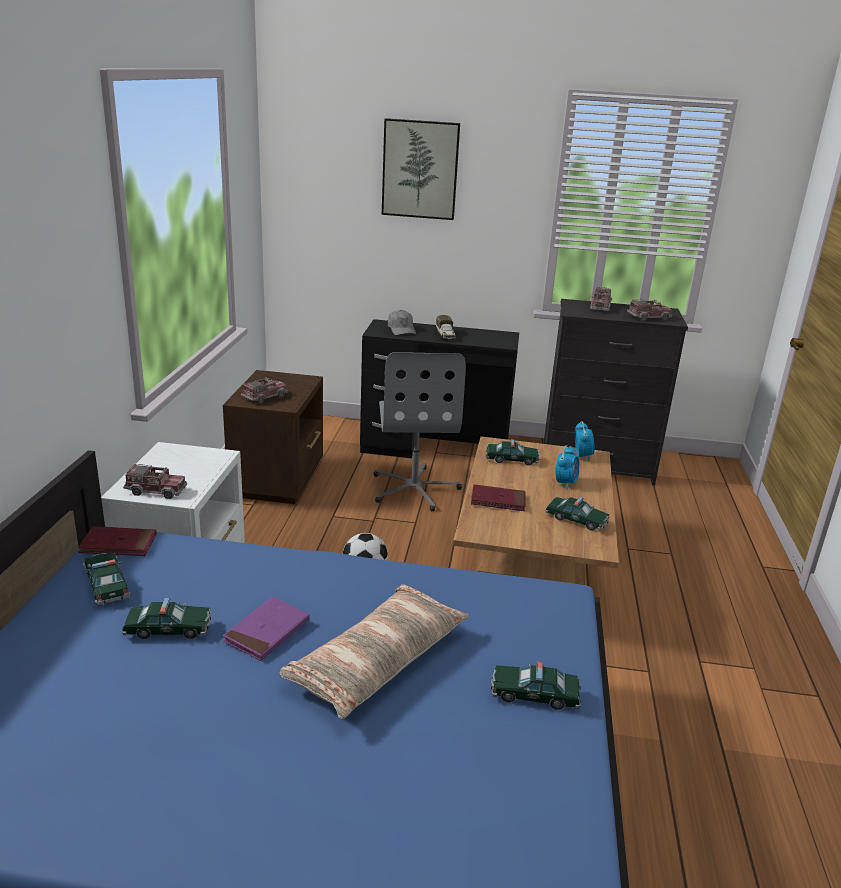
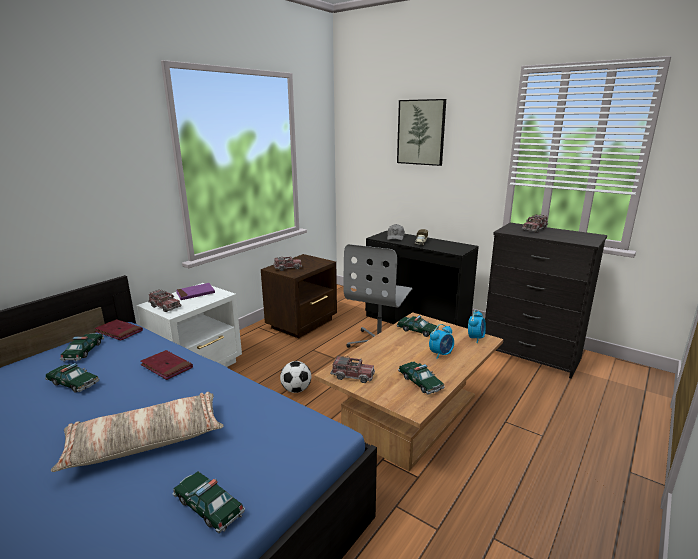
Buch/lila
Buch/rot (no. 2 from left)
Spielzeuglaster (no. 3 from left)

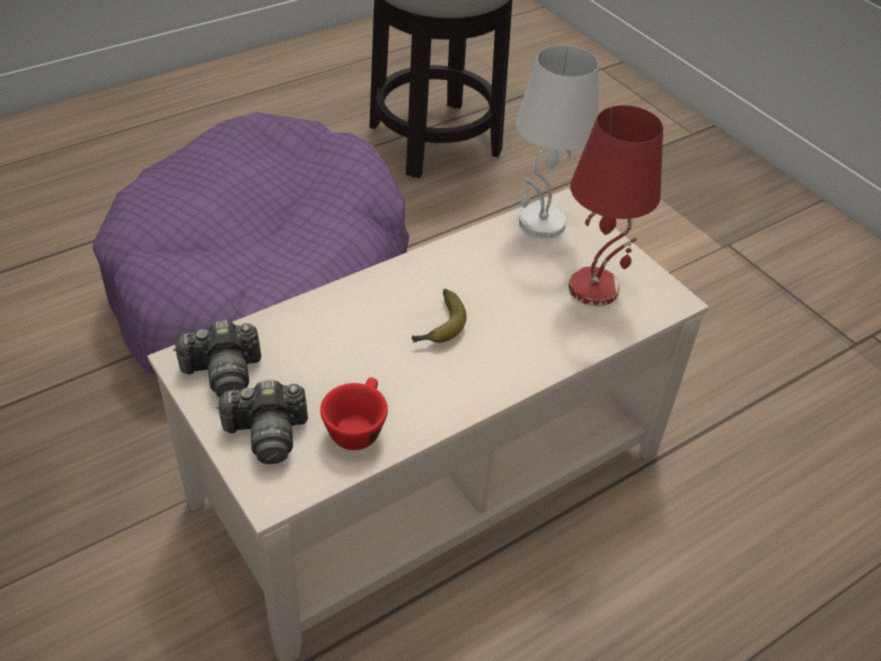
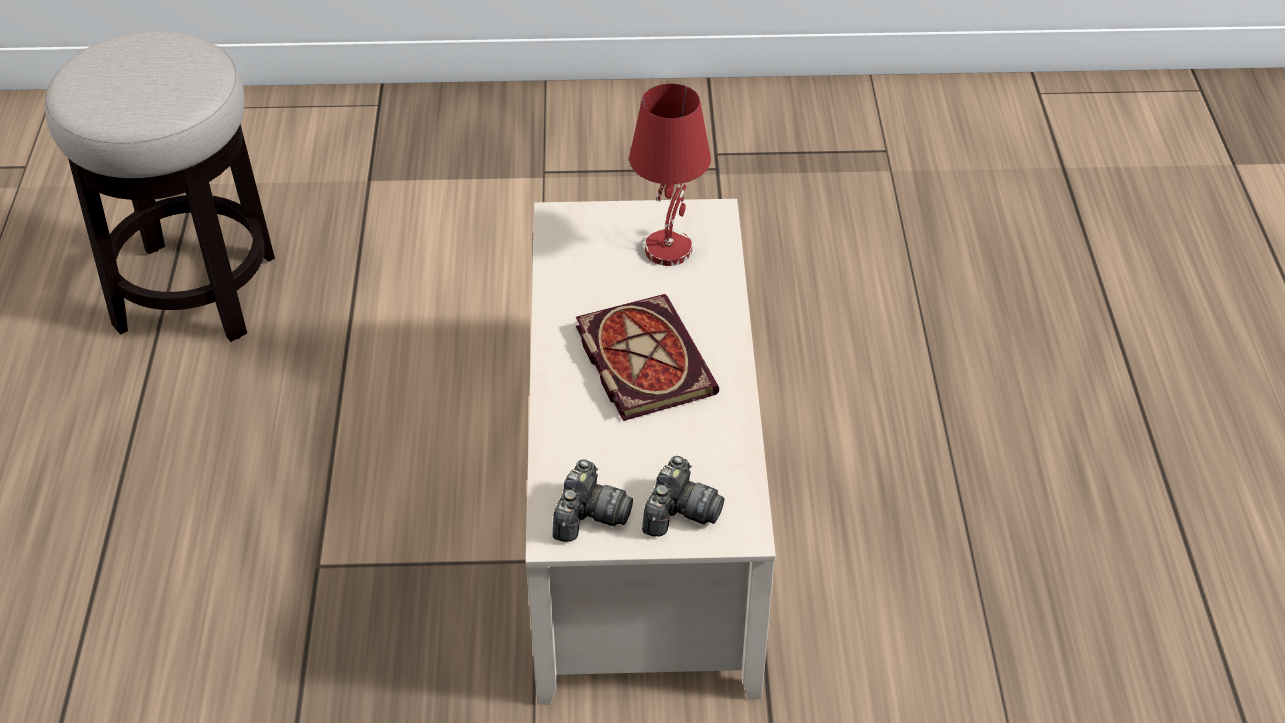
Hundebett/lila
Tasse/rot
Buch
Tischlampe/weiß

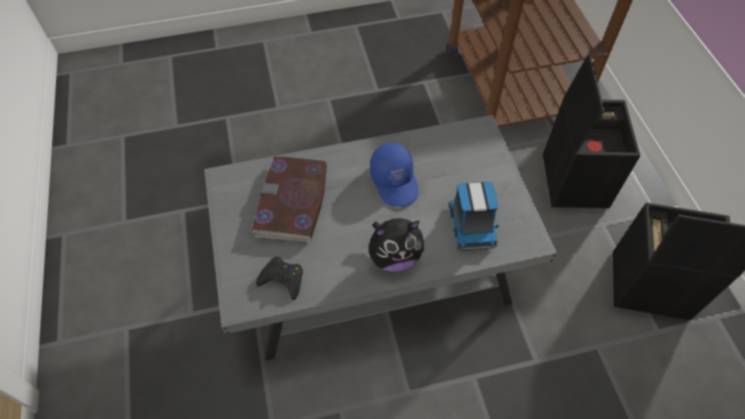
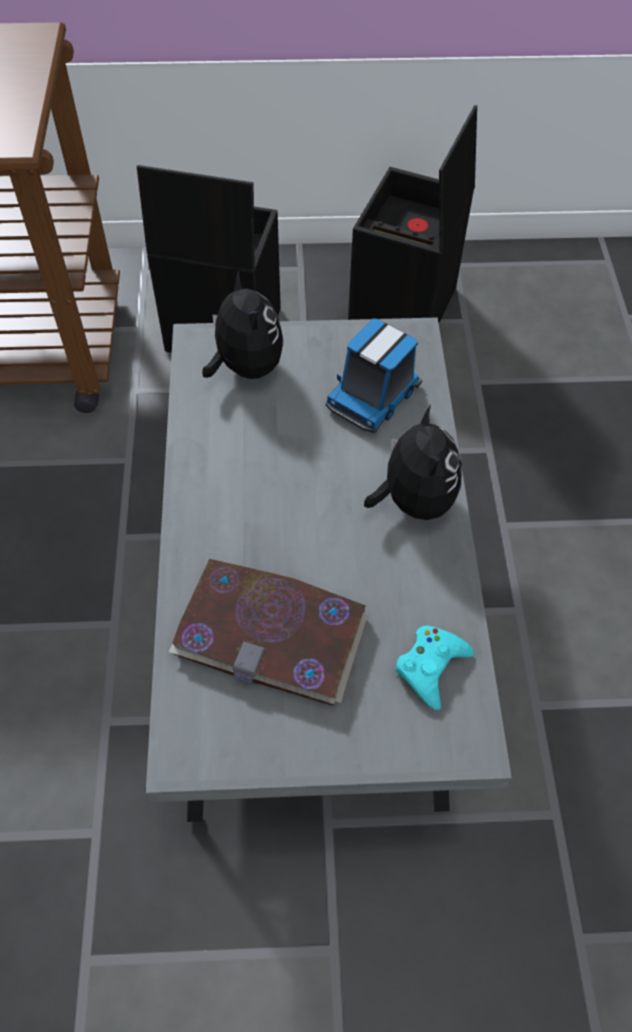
Gamepad/türkis
Kappe/blau
Spielzeuglaster
Plüschtier (no. 1 from left)

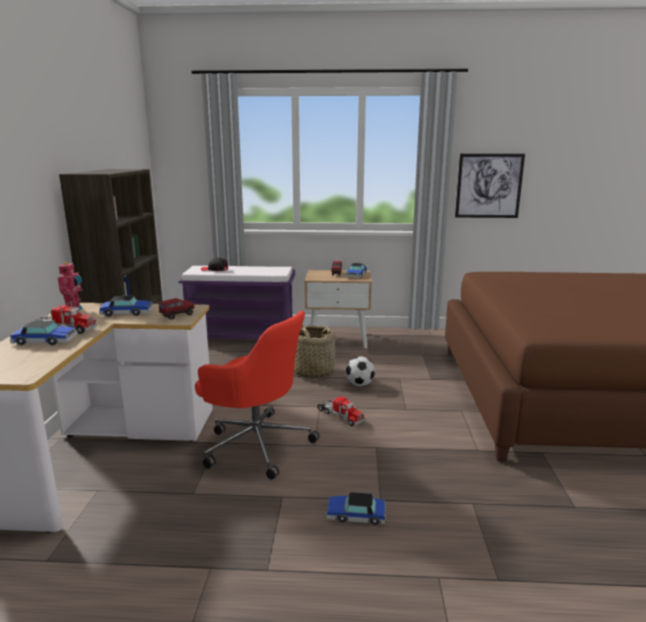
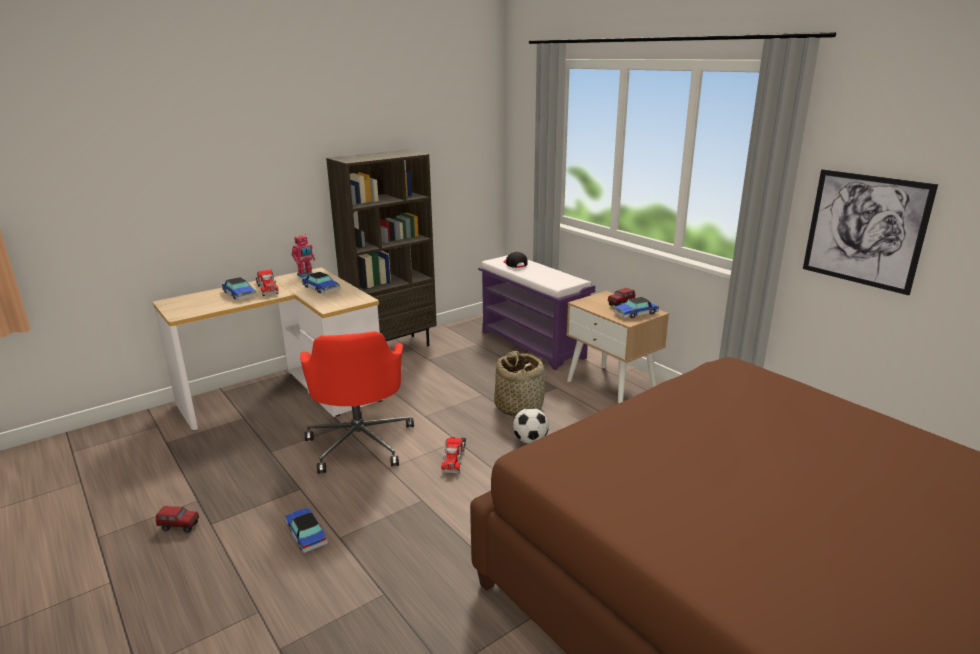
Spielzeuglaster (no. 1 from left)

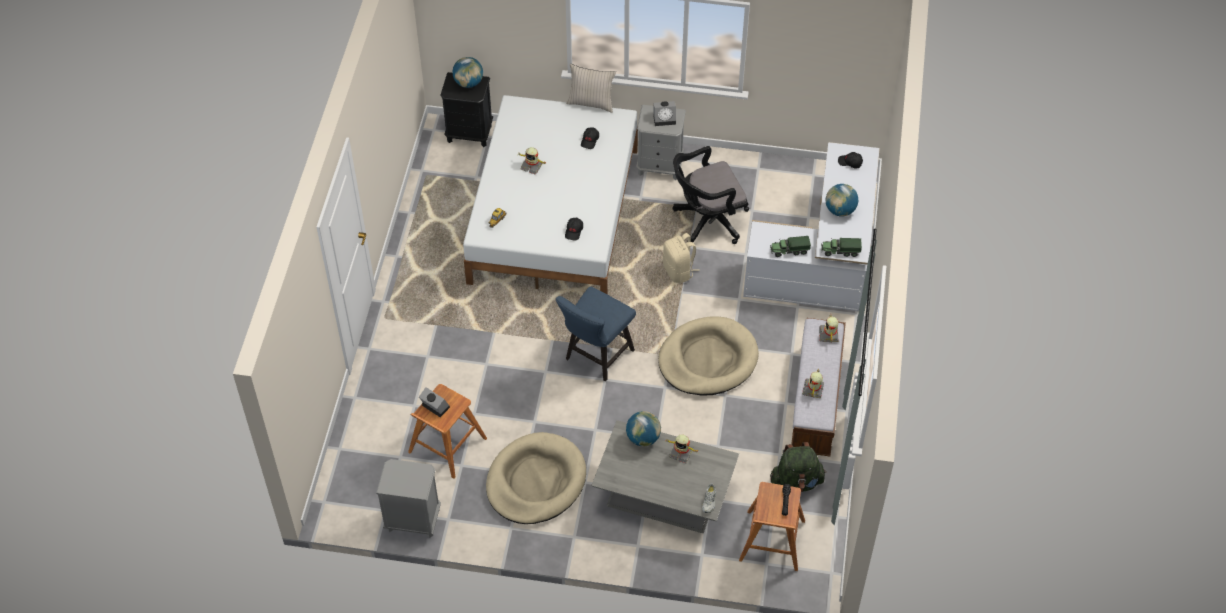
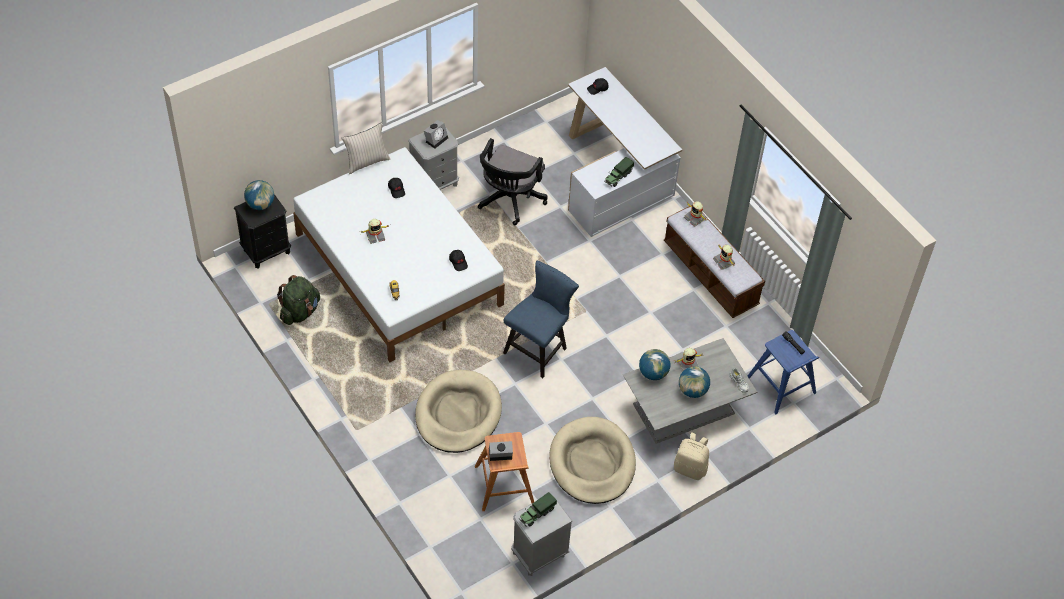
Stuhl/blau
Hundebett/beige (no. 1 from left)
Rucksack/beige
Hocker/blau
Rucksack/grün
Spielzeuglaster (no. 1 from left)
Globus (no. 3 from left)

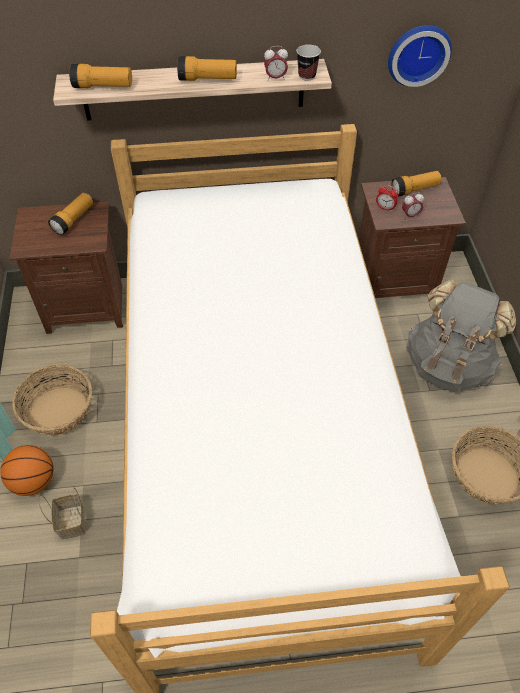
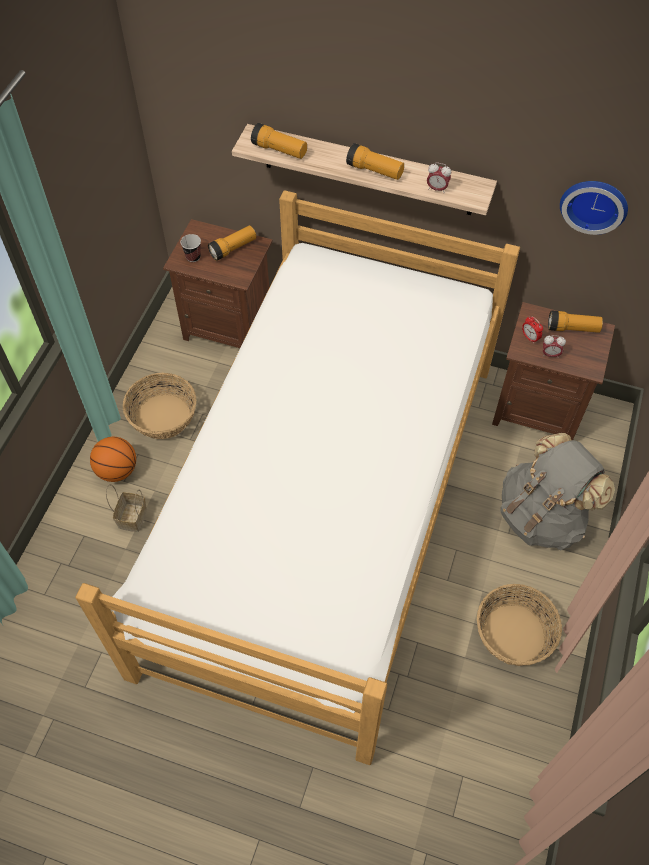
Tasse

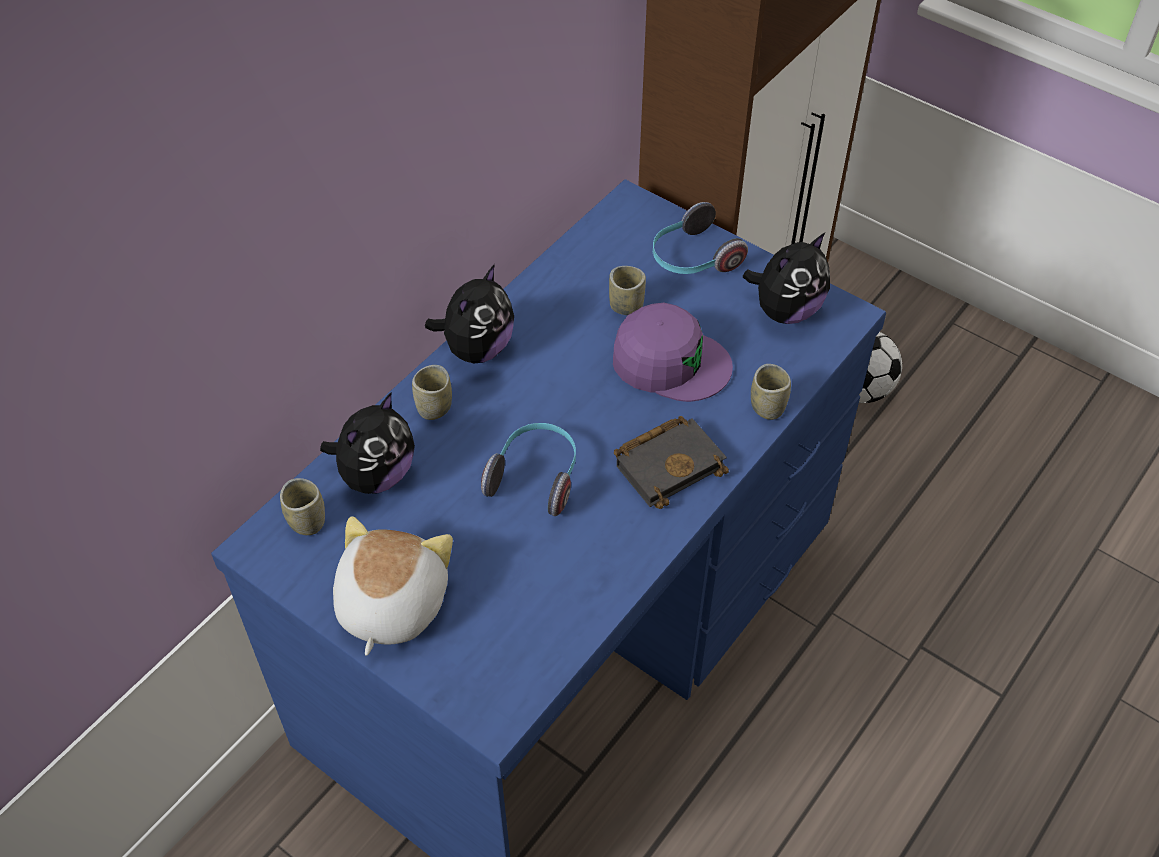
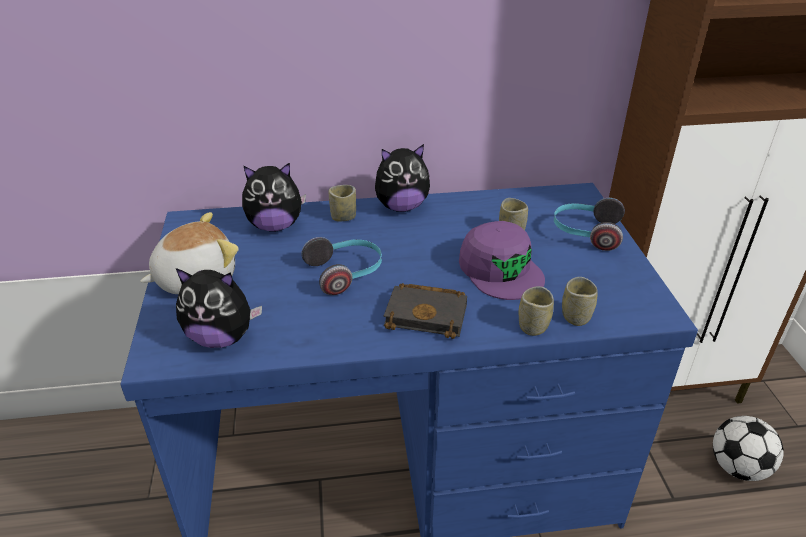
Tasse (no. 4 from left)
Plüschtier (no. 2 from left)

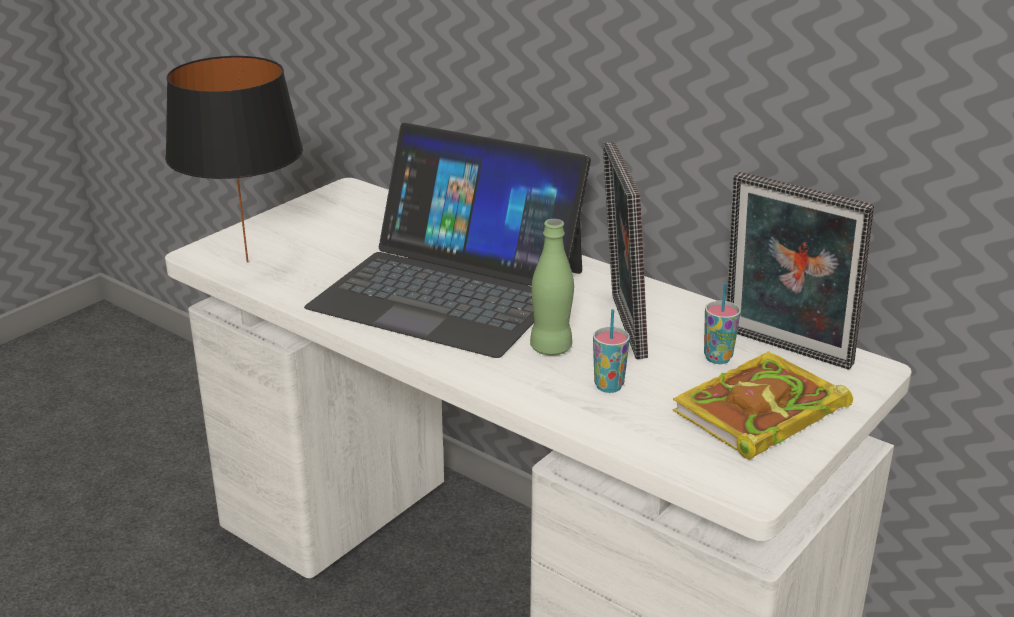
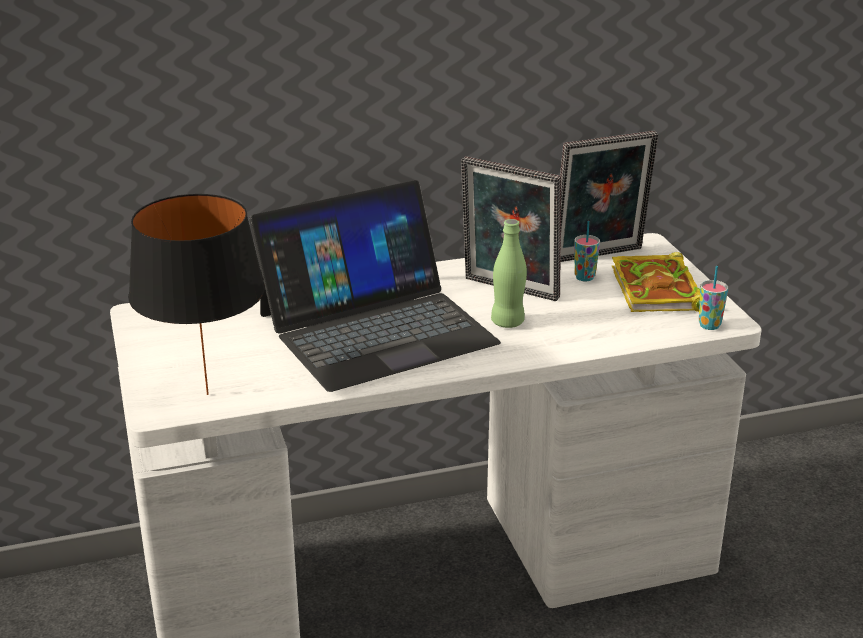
Tasse (no. 2 from left)

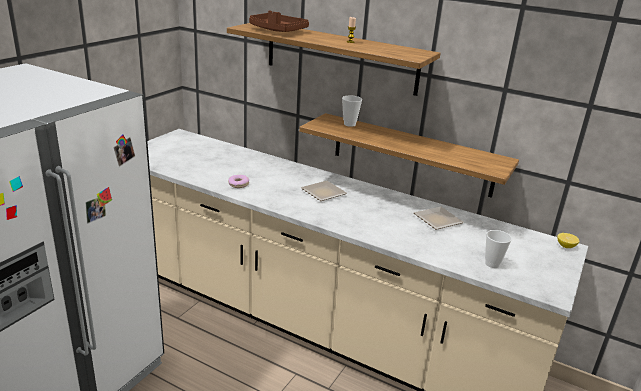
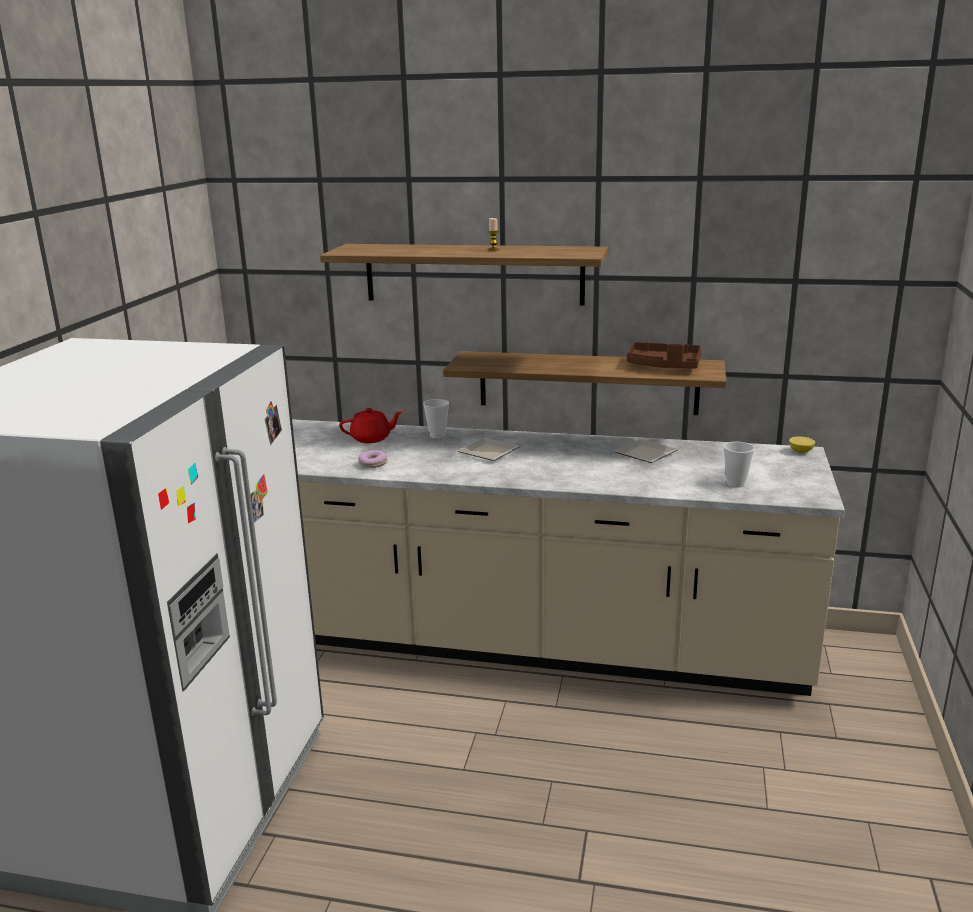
Tablett/braun
Tasse (no. 1 from left)
Teekanne/rot

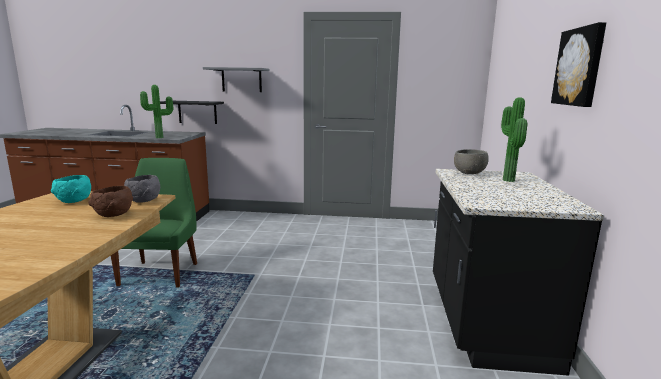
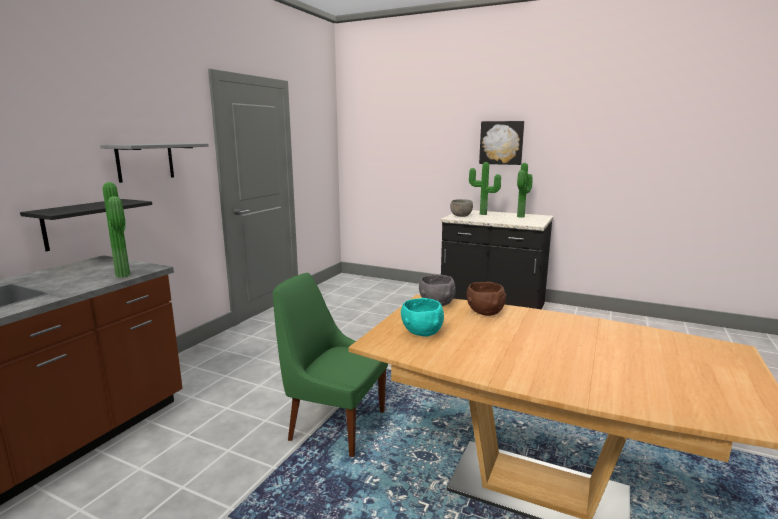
Topfpflanze (no. 3 from left)

